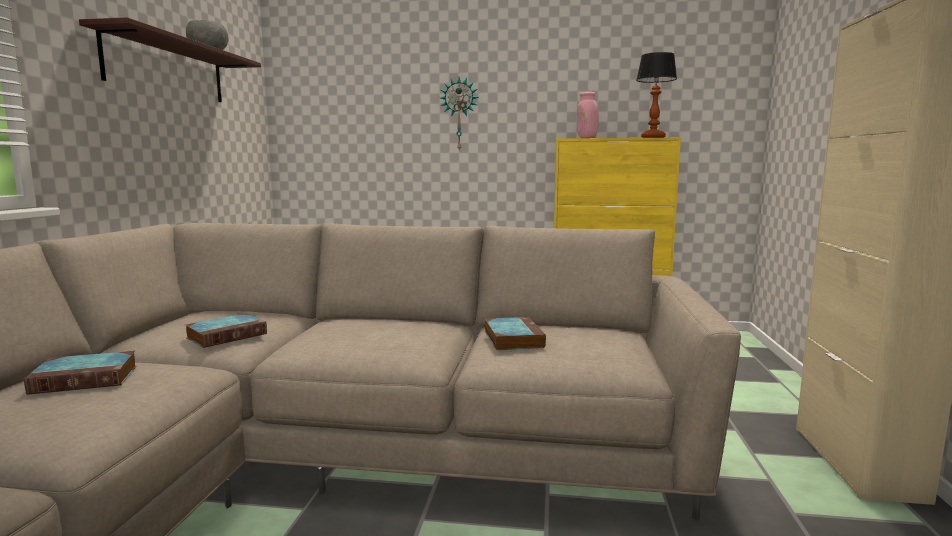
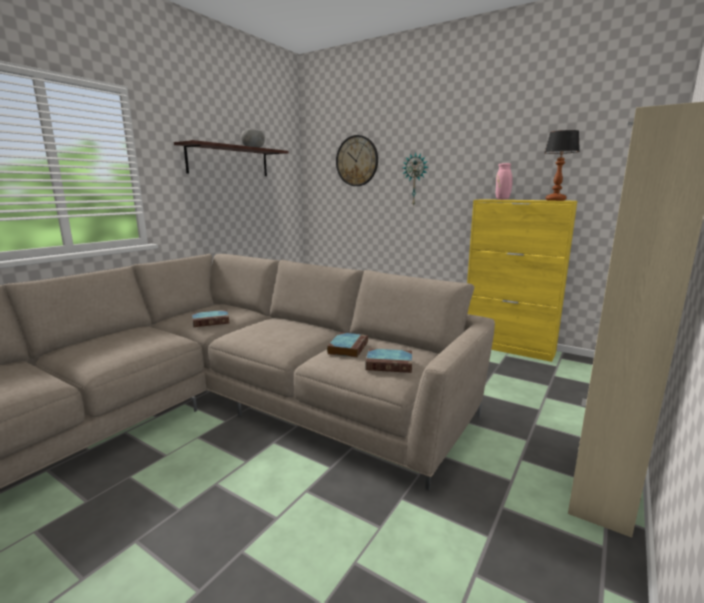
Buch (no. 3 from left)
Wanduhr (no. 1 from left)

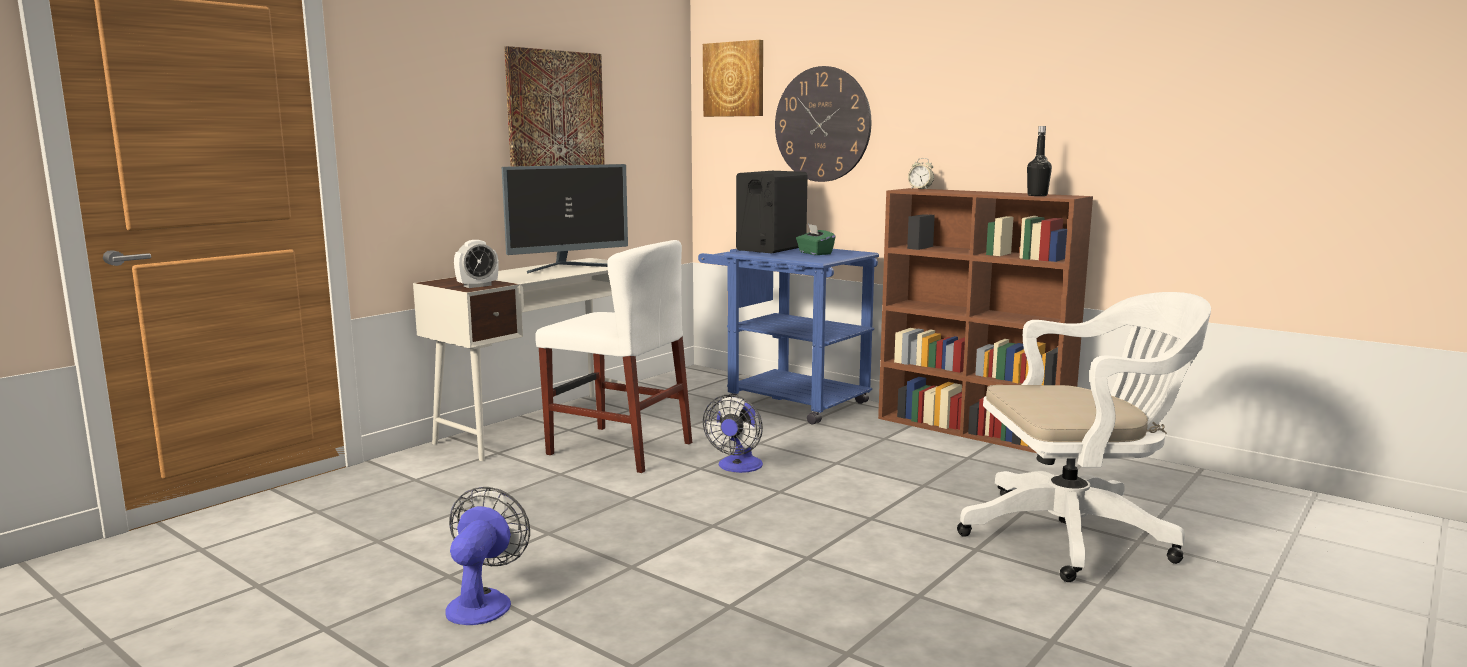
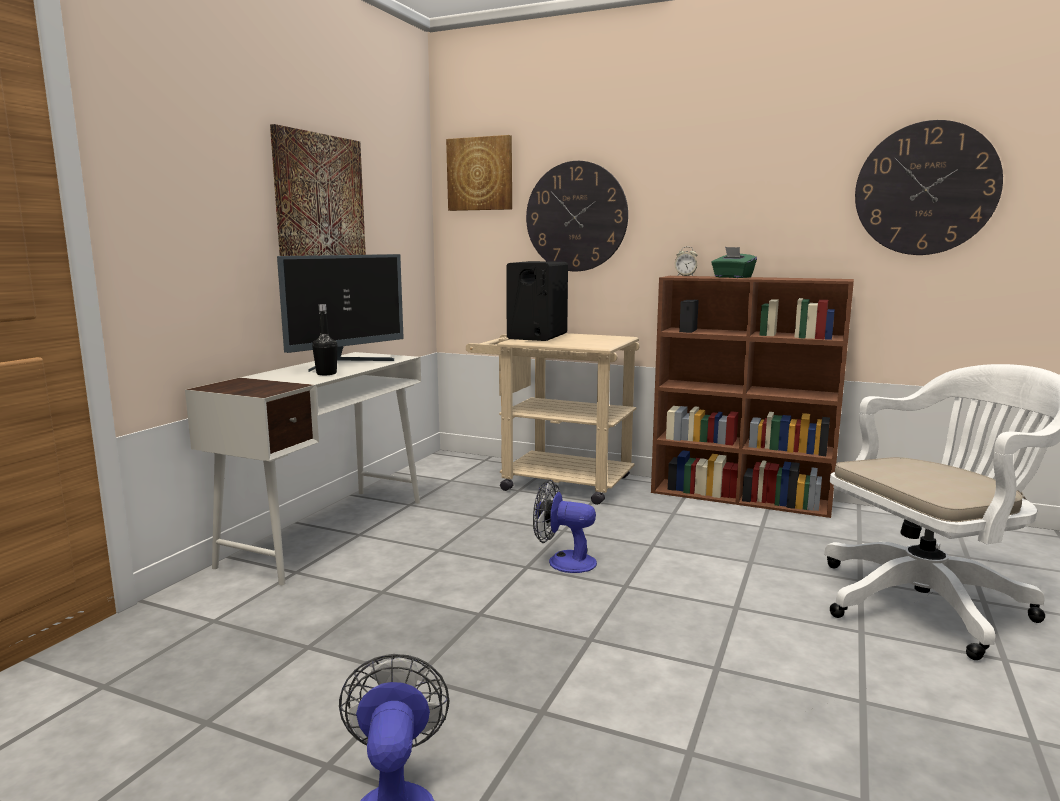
Wecker (no. 1 from left in the first image)
Stuhl/weiß
Rollwagen/beige
Ventilator (no. 2 from left)
Taschentuchbox/grün
Flasche/schwarz
Wanduhr (no. 2 from left)

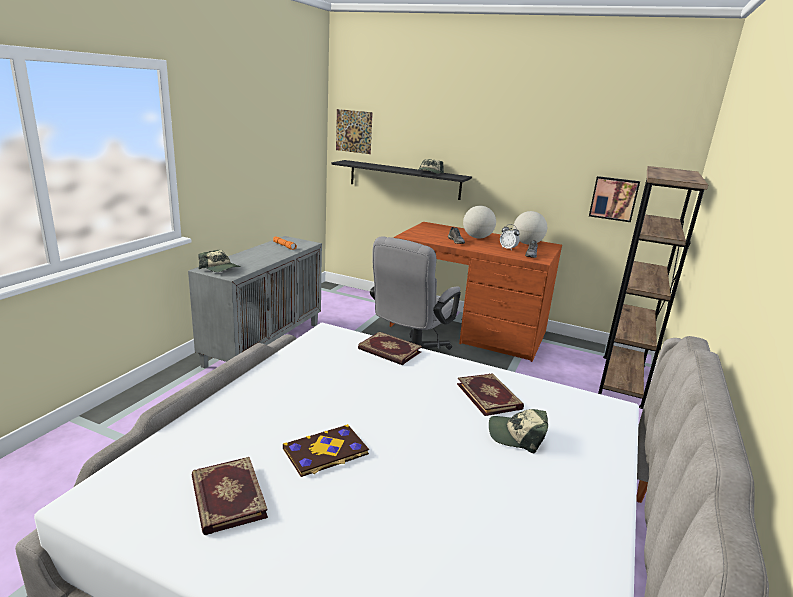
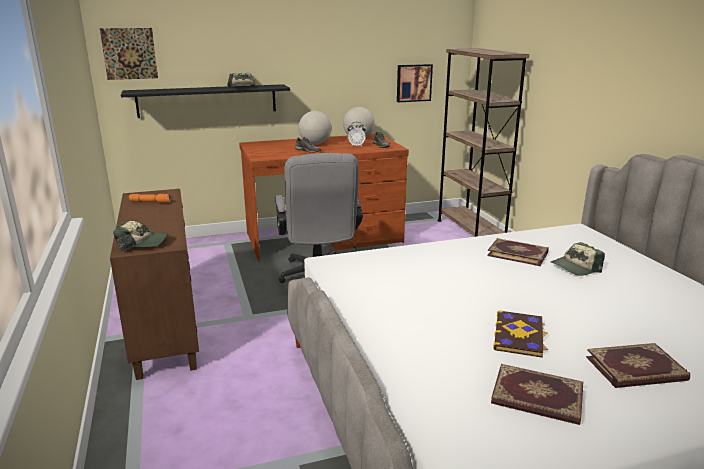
Schrank/braun
Buch (no. 4 from left)

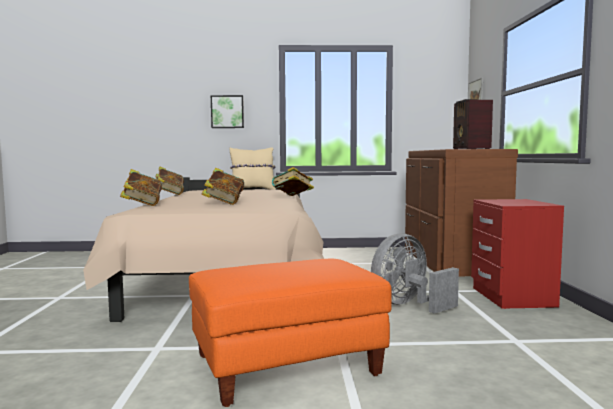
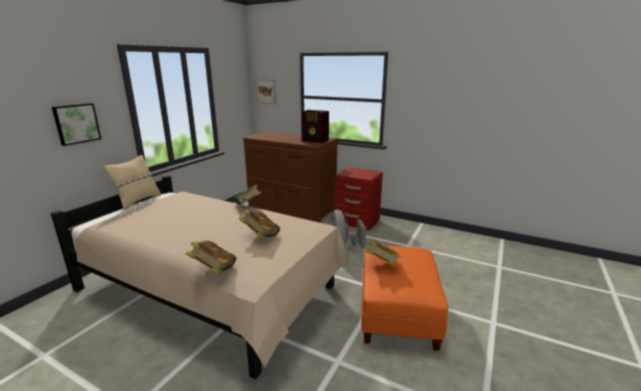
Buch (no. 4 from left)

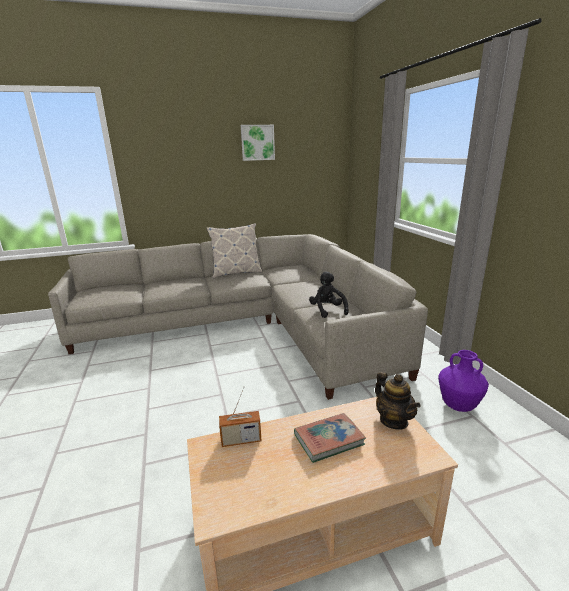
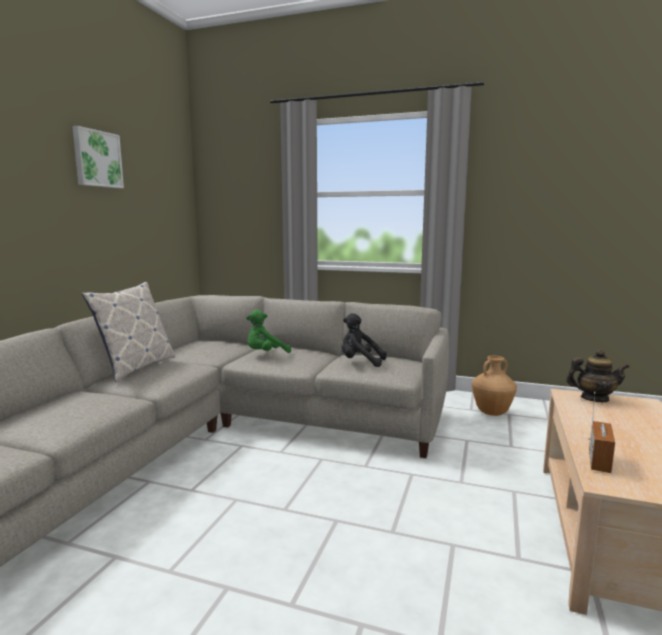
Buch
Vase/braun
Plüschtier/grün

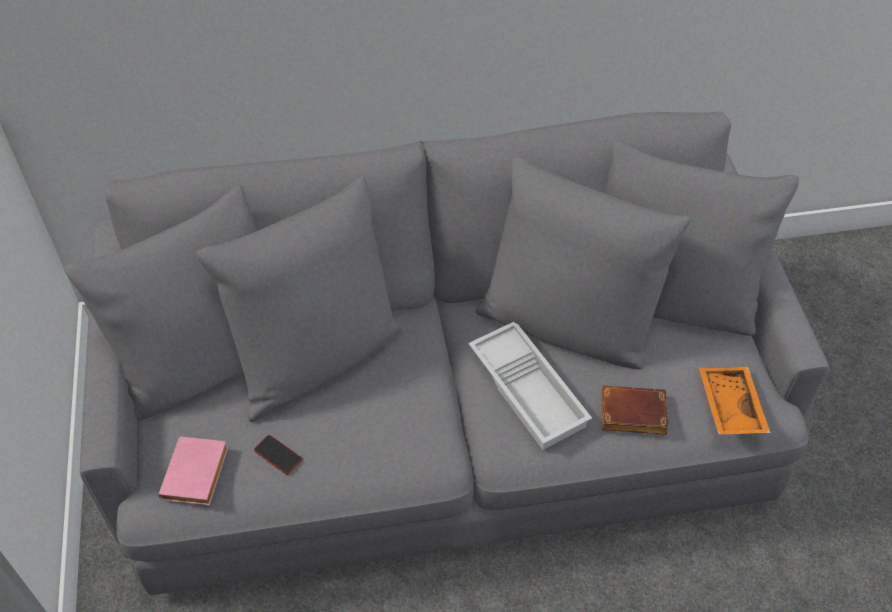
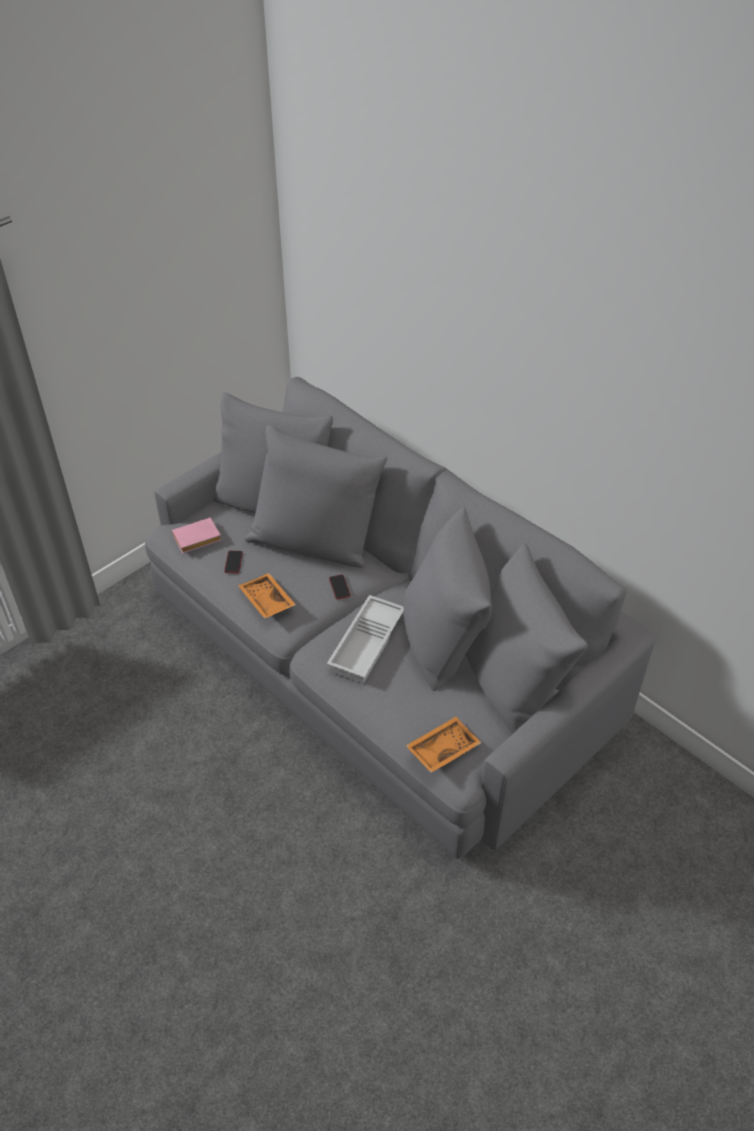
Buch/braun
Tablett/orange (no. 1 from left)
Handy (no. 2 from left)

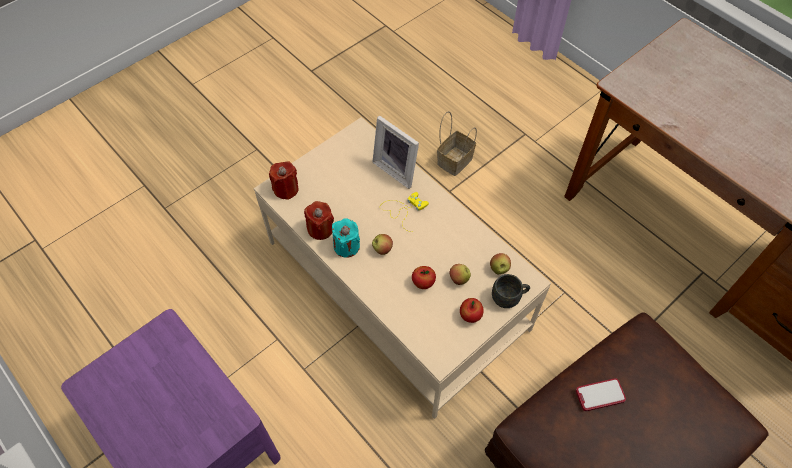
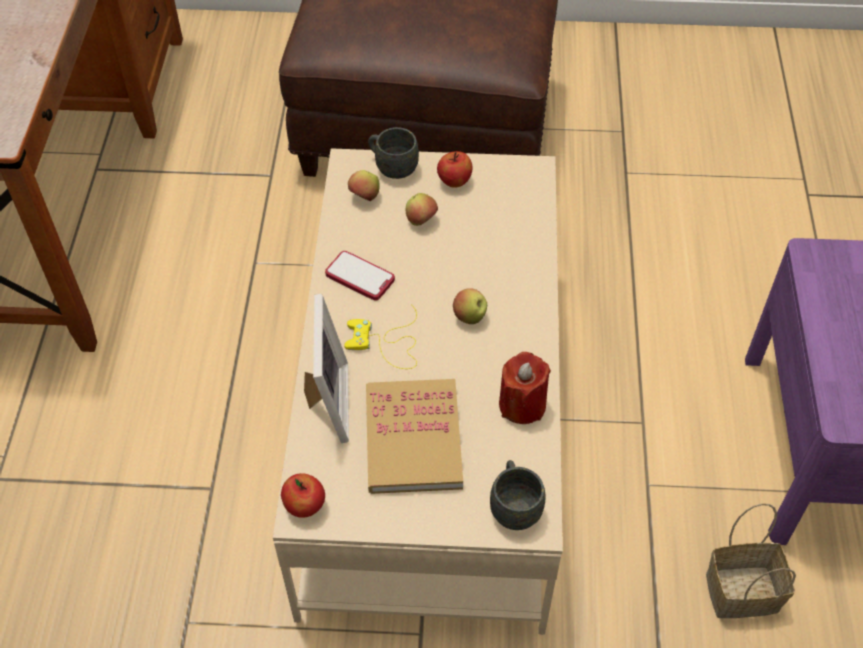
Henkelbecher/grau (no. 2 from left)
Kerze/türkis
Apfel (no. 1 from left)
Korb
Handy
Buch

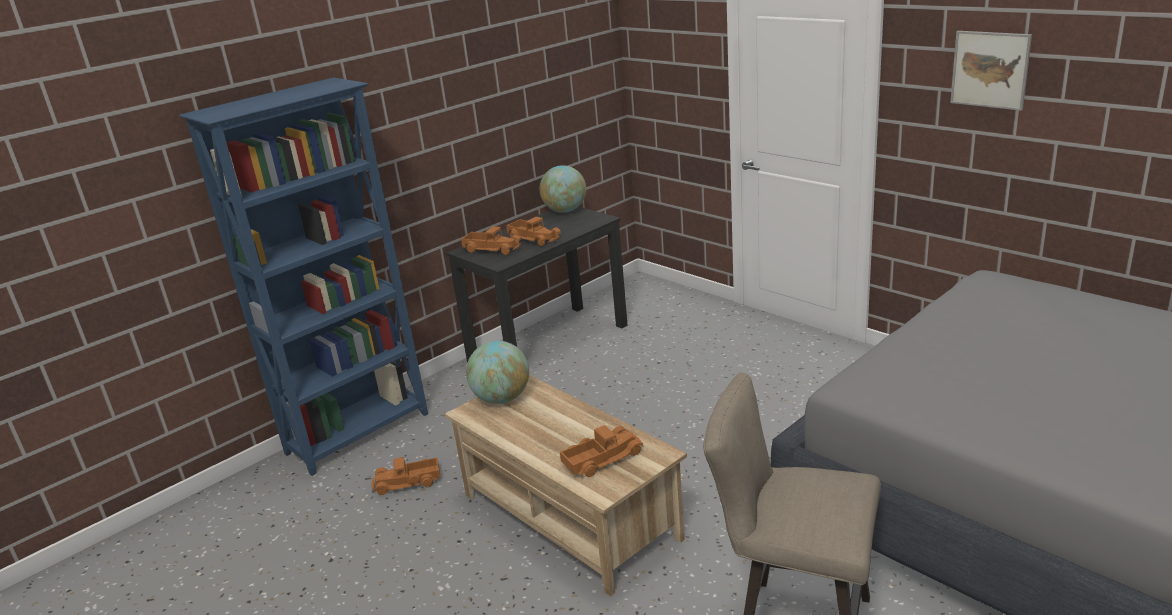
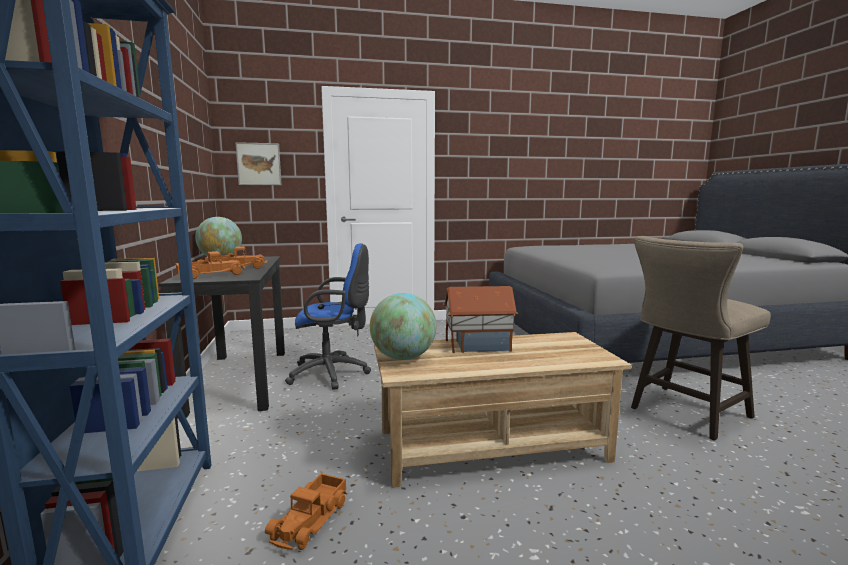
Spielzeuglaster (no. 4 from left in the first image)
Bild
Bürostuhl/blau
Spielzeughaus

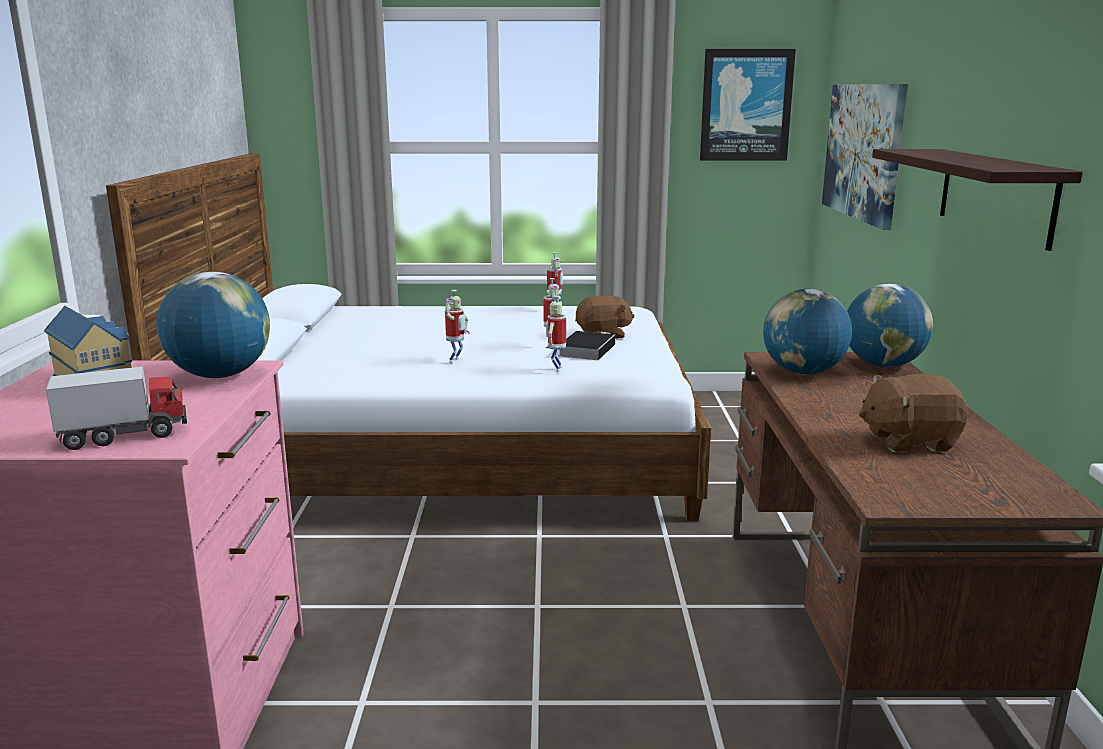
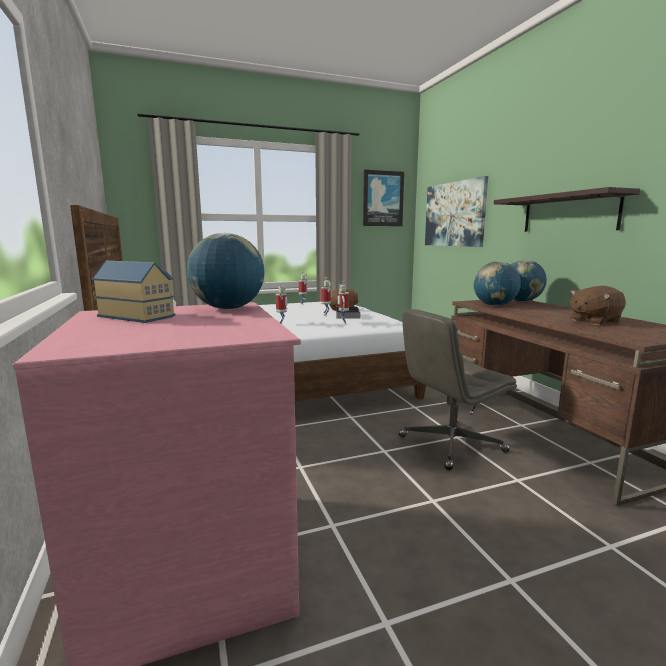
Spielzeuglaster
Bürostuhl/grau

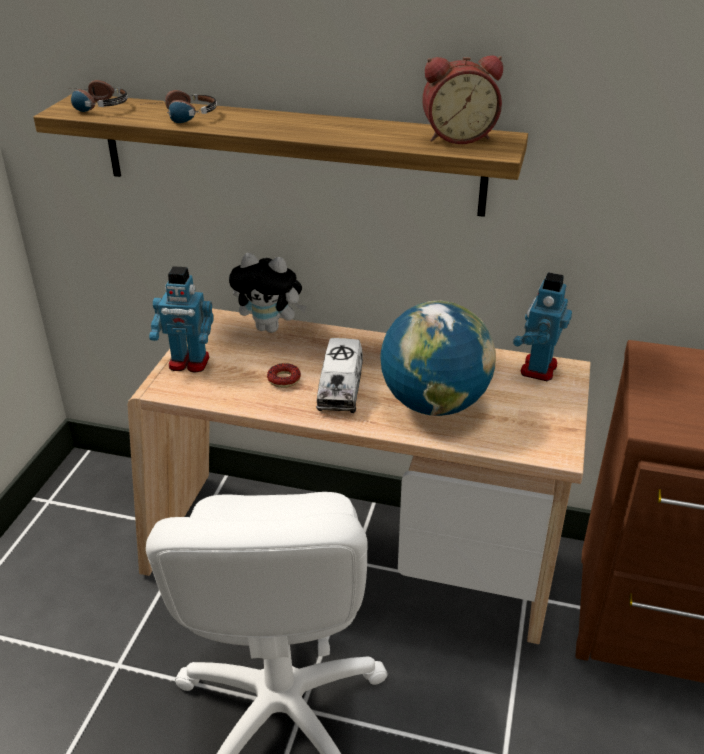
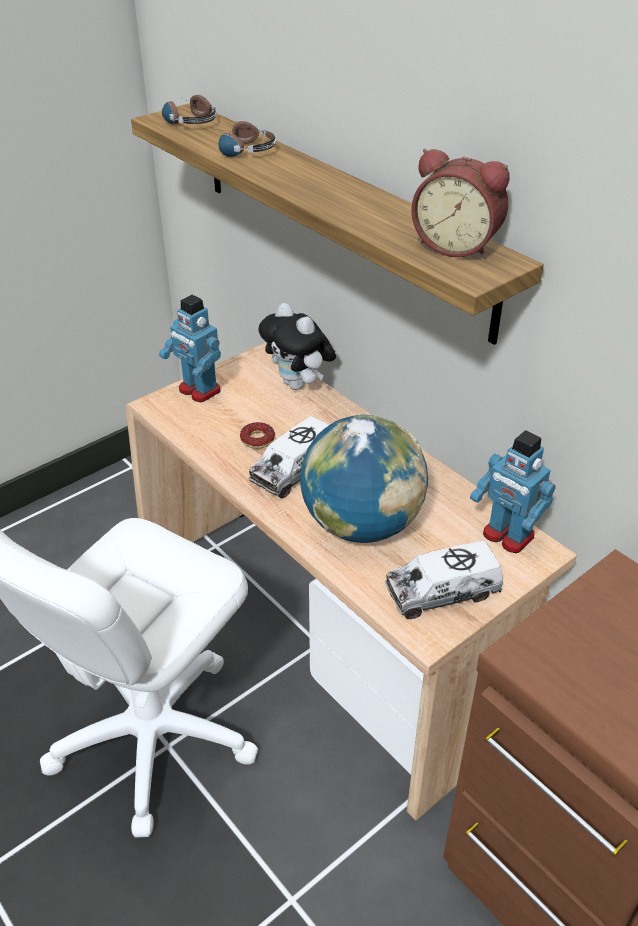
Spielzeugroboter (no. 2 from left)
Spielzeuglaster (no. 2 from left)

